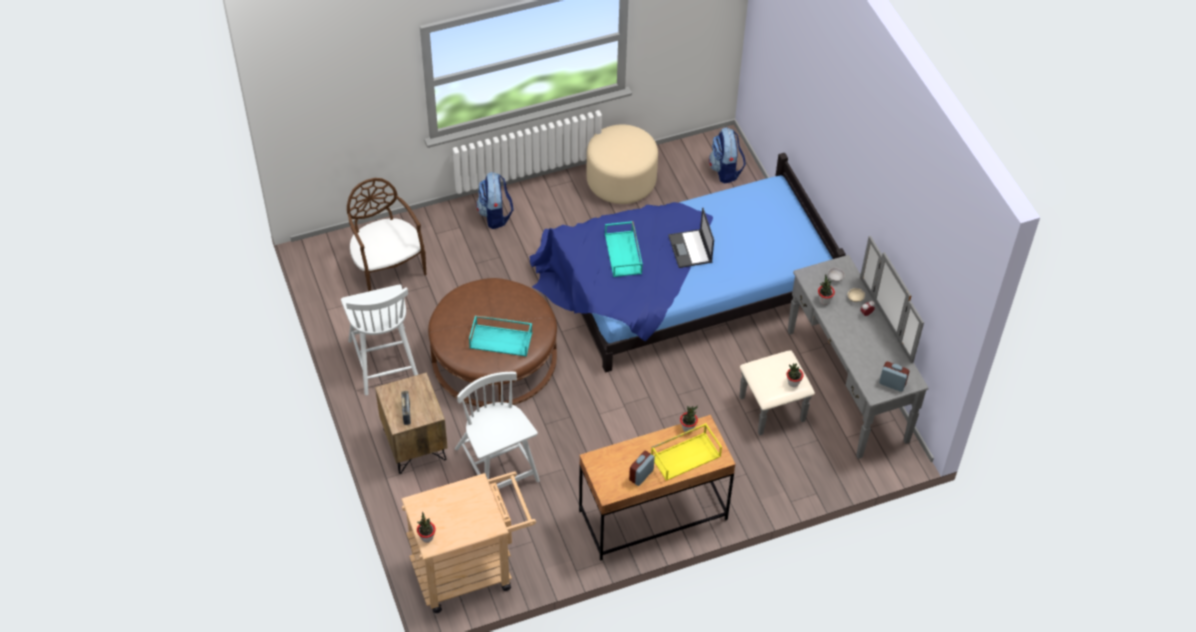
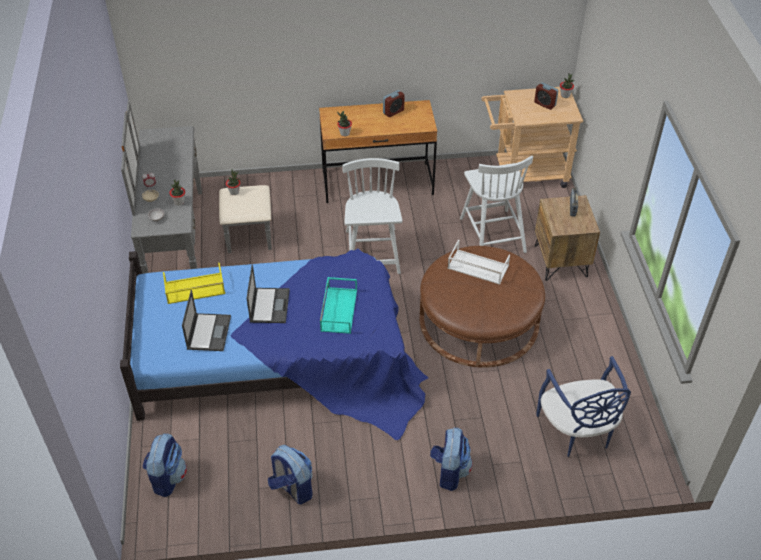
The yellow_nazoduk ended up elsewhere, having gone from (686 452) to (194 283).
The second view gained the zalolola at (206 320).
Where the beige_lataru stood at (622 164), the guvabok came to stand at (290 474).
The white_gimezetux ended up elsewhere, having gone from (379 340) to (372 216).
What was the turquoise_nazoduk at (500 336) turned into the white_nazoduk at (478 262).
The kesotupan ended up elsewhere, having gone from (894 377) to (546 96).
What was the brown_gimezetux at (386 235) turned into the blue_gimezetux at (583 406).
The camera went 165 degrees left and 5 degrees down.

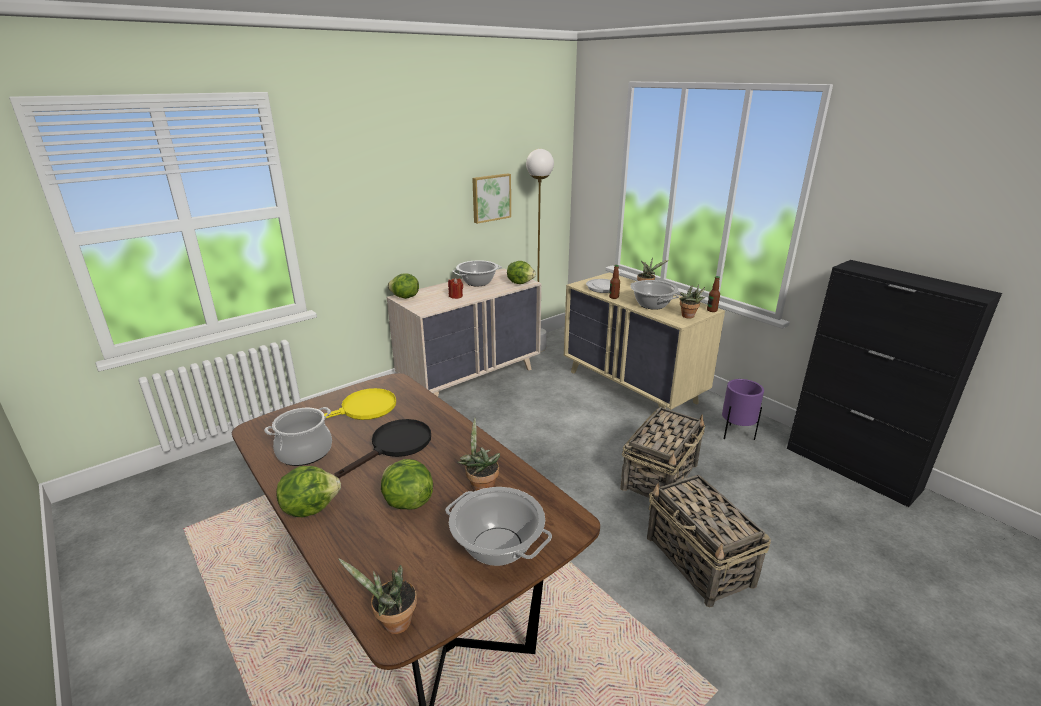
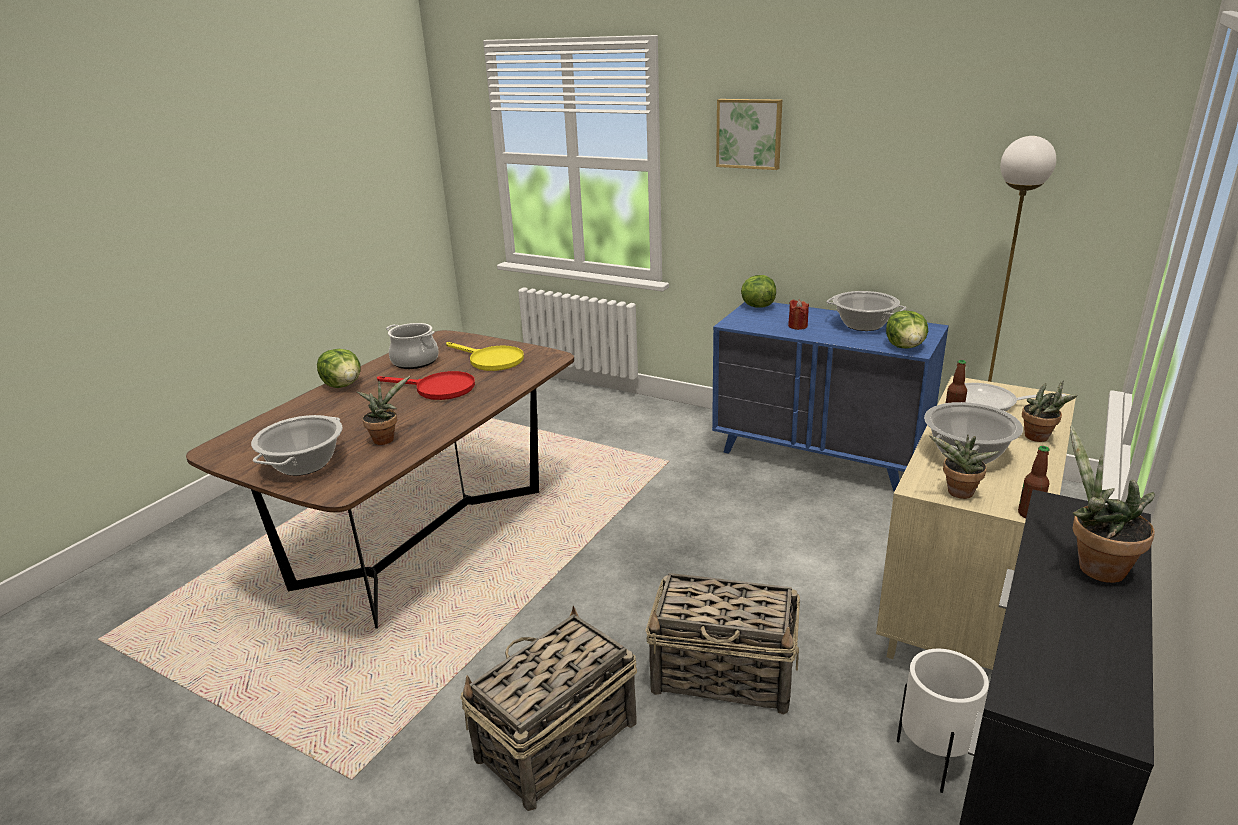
What was the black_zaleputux at (382 448) turned into the red_zaleputux at (426 385).
What was the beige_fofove at (464 332) turned into the blue_fofove at (830 396).
The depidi ended up elsewhere, having gone from (491 198) to (749 134).
What was the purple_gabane at (743 409) turned into the white_gabane at (943 721).
The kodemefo ended up elsewhere, having gone from (377 596) to (1112 504).
The second view lost the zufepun at (407 484).
The camera went 70 degrees right and 0 degrees up.

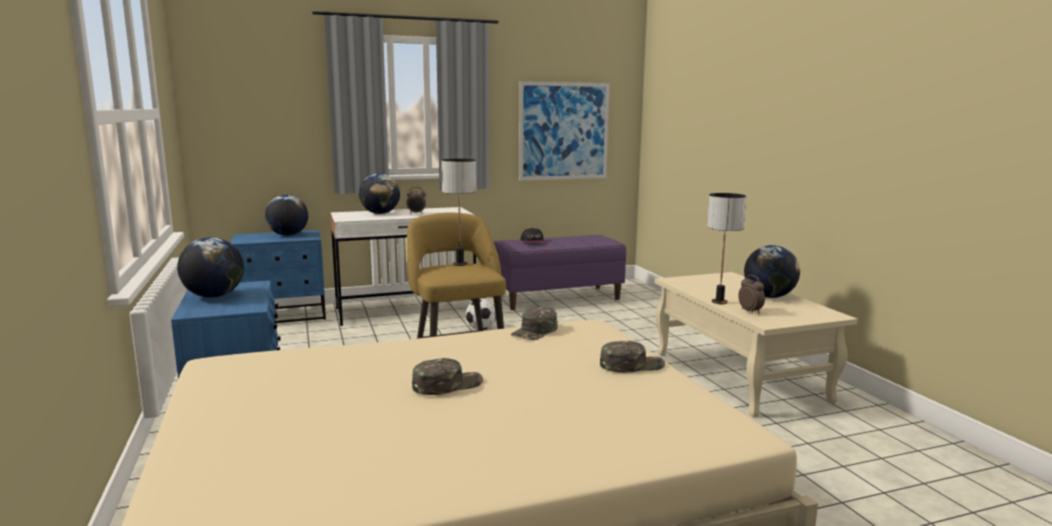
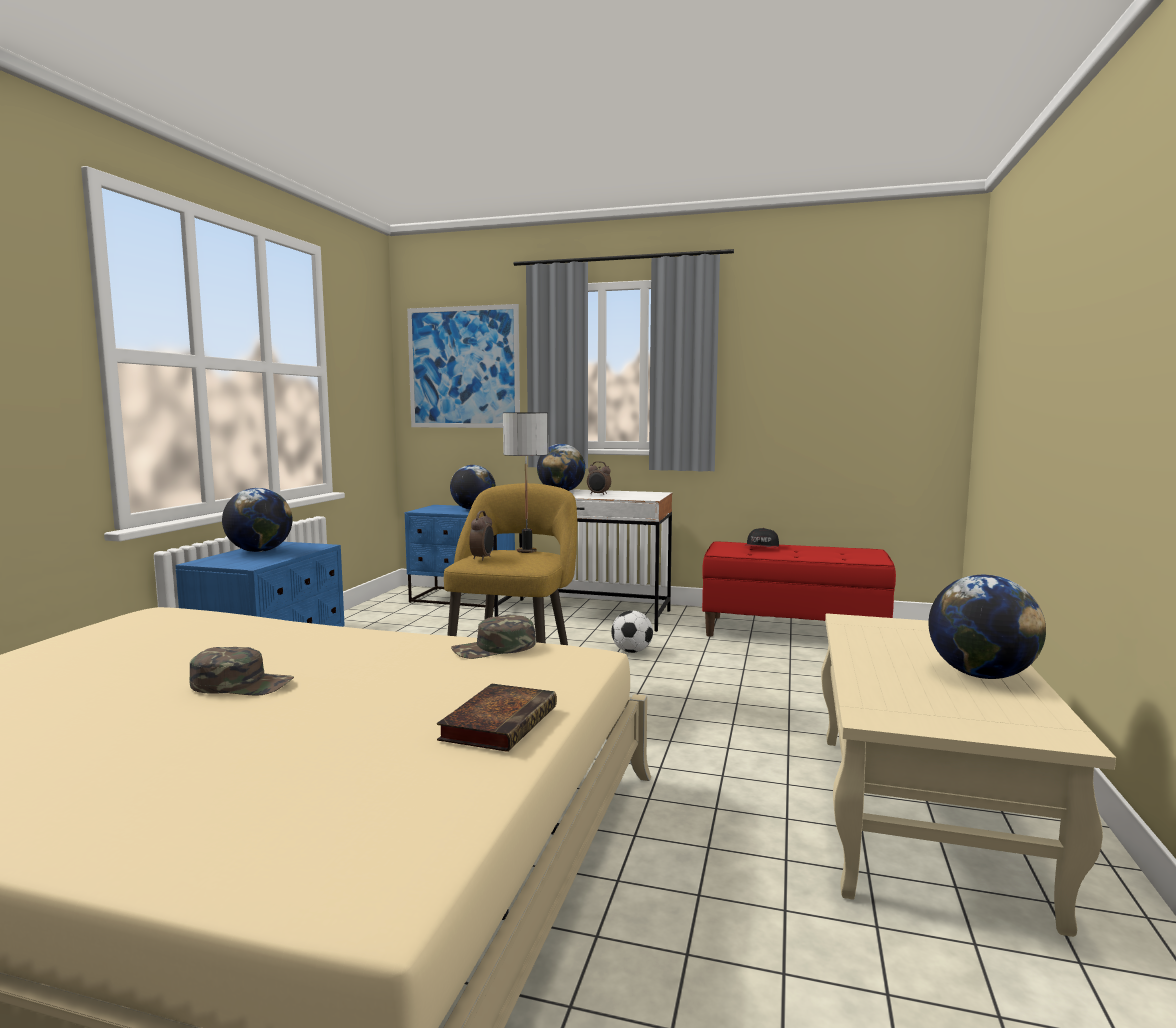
The depidi ended up elsewhere, having gone from (564 131) to (463 366).
Where the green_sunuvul stood at (632 357), the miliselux came to stand at (497 718).
The kesotupan ended up elsewhere, having gone from (751 294) to (481 536).
What was the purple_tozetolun at (560 272) turned into the red_tozetolun at (799 589).
The second view lost the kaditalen at (726 248).
The camera went 35 degrees right and 5 degrees down.

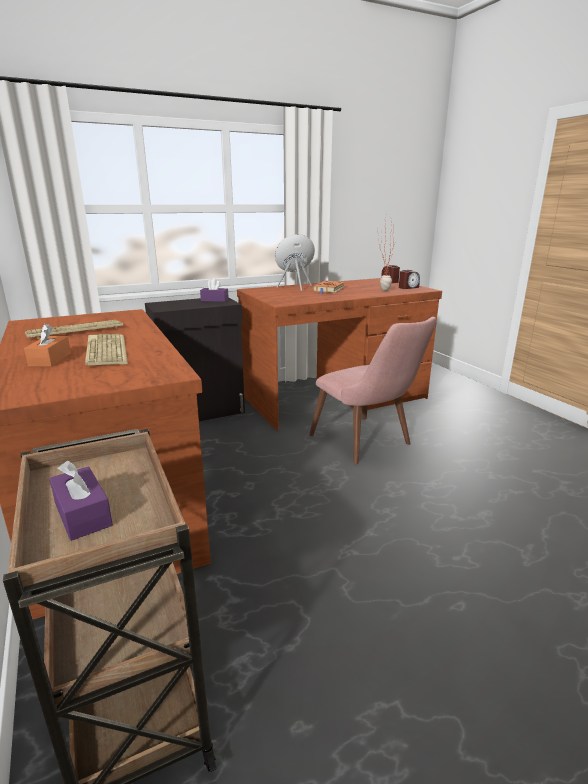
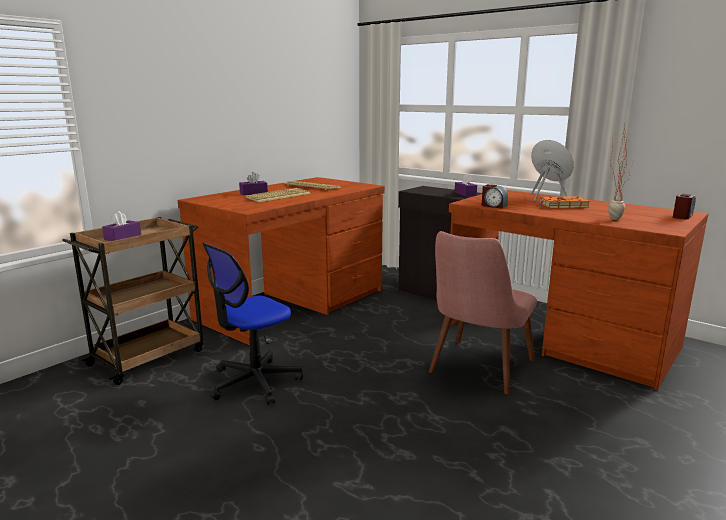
The second view gained the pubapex at (252 324).
What was the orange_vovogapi at (47 345) turned into the purple_vovogapi at (253 183).
The kesotupan ended up elsewhere, having gone from (409 279) to (495 196).
The camera went 65 degrees right and 5 degrees down.

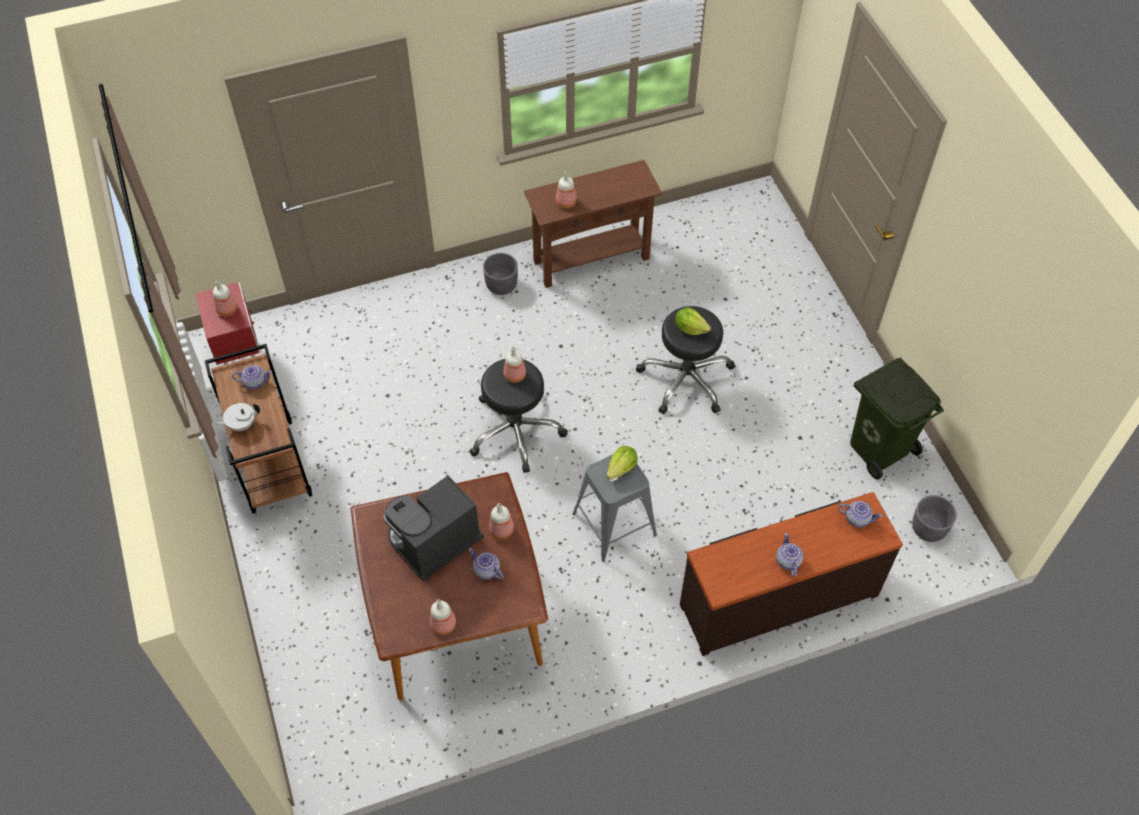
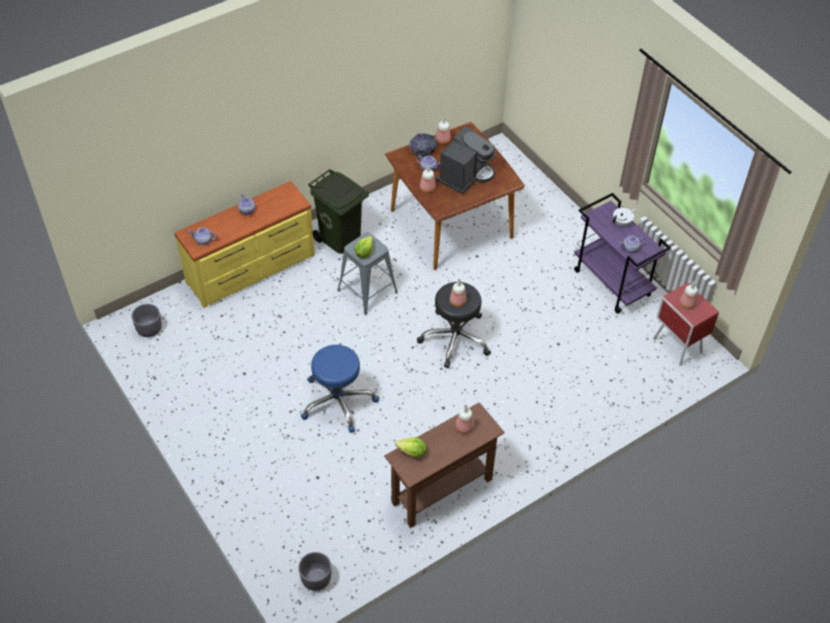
What was the brown_fofove at (791 574) turned into the yellow_fofove at (244 244).
The grey_gabane ended up elsewhere, having gone from (500 274) to (314 571).
What was the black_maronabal at (685 360) turned into the blue_maronabal at (340 389).
The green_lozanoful ended up elsewhere, having gone from (897 418) to (338 211).
The zufepun ended up elsewhere, having gone from (693 321) to (411 447).
The second view gained the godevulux at (423 145).
What was the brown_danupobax at (258 428) turned into the purple_danupobax at (622 253).
The camera went 165 degrees right and 5 degrees down.

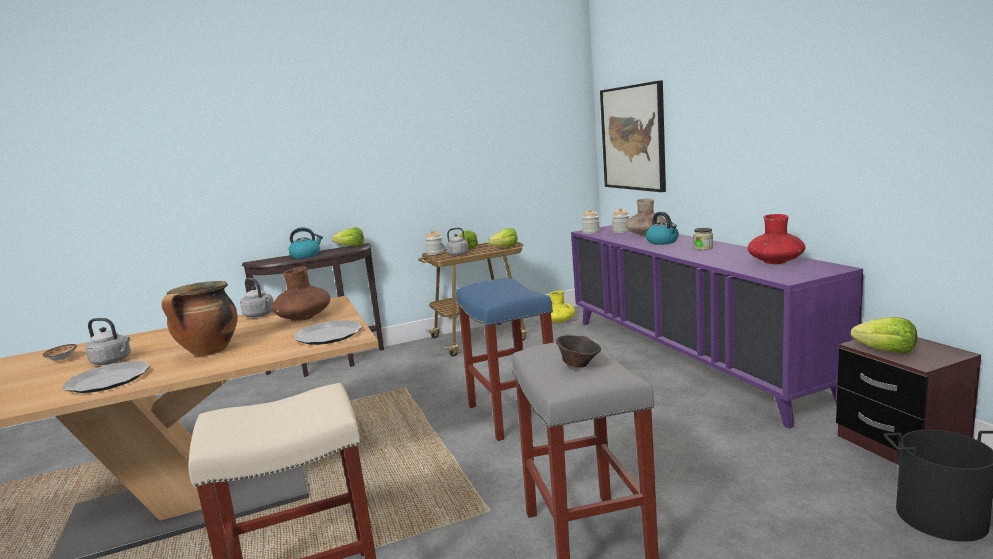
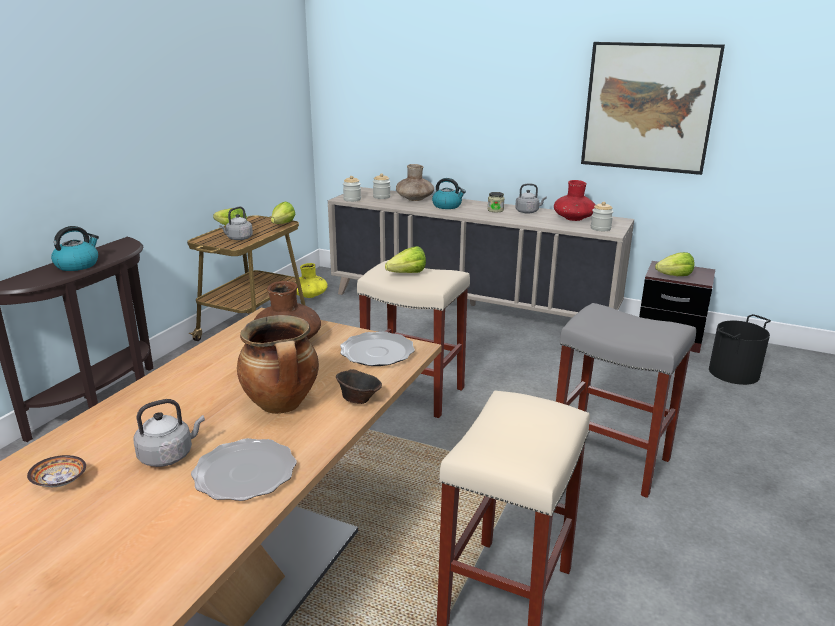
What was the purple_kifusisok at (717 327) turned into the beige_kifusisok at (481 252).
The brown_godevulux ended up elsewhere, having gone from (578 351) to (359 386).
What was the blue_maronabal at (505 360) turned into the beige_maronabal at (413 339).
The zufepun ended up elsewhere, having gone from (348 237) to (405 259).
The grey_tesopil ended up elsewhere, having gone from (257 297) to (531 199).
The depidi ended up elsewhere, having gone from (633 136) to (653 108).
The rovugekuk ended up elsewhere, having gone from (434 242) to (602 216).
The camera went 45 degrees left and 10 degrees up.

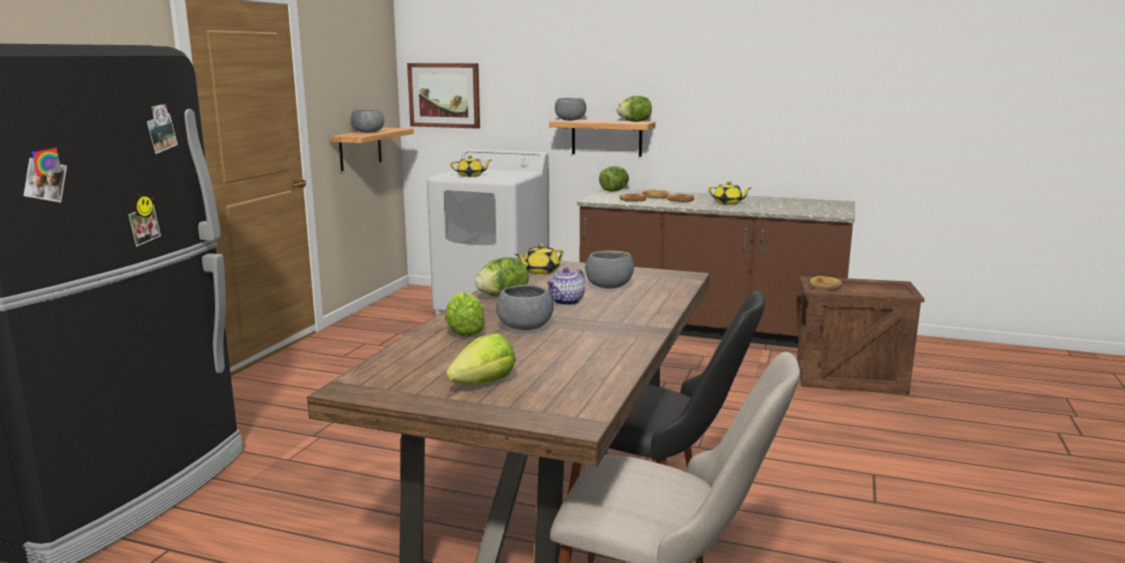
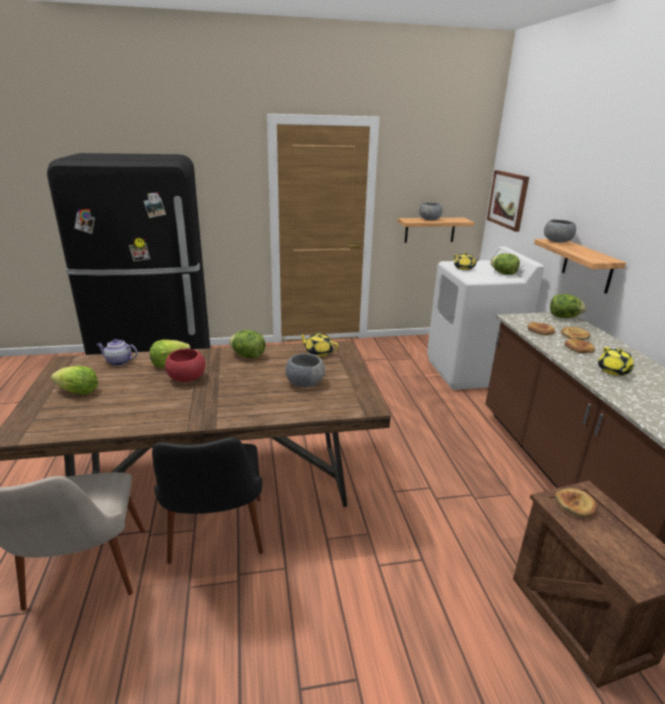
The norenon ended up elsewhere, having gone from (566 286) to (117 352).
What was the grey_godevulux at (524 307) turned into the red_godevulux at (185 365).
The zufepun ended up elsewhere, having gone from (634 109) to (505 264).
The camera went 60 degrees right and 10 degrees up.

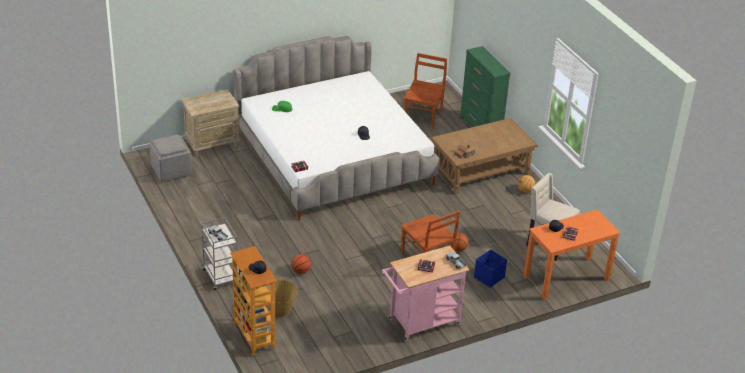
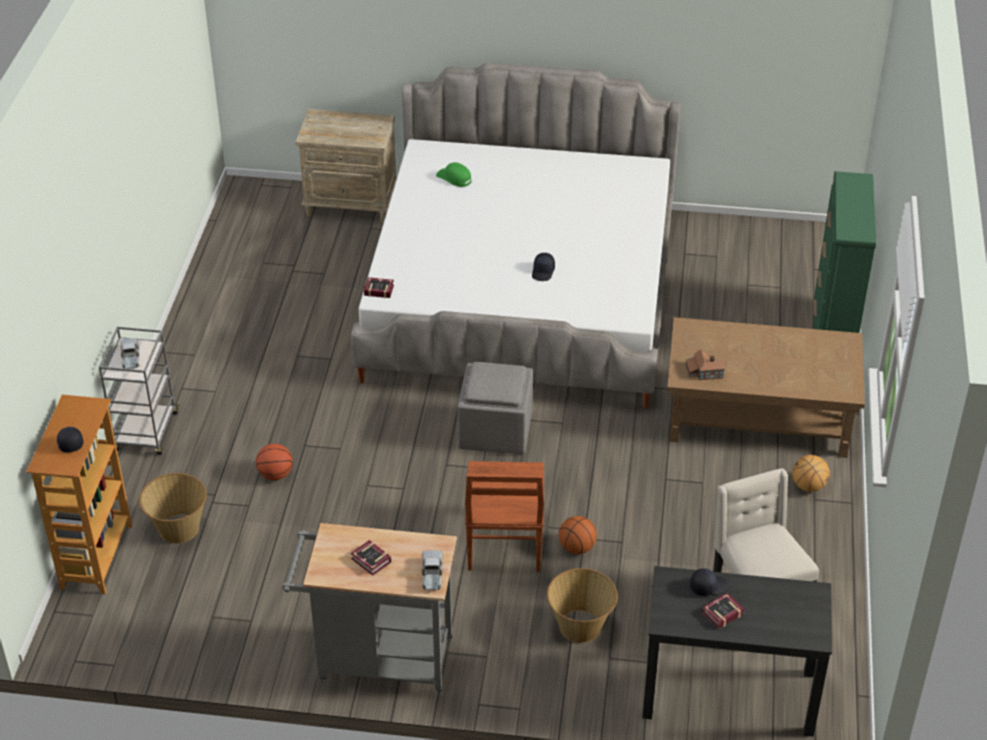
What was the pink_danupobax at (425 293) turned into the grey_danupobax at (369 608).
The grey_lataru ended up elsewhere, having gone from (170 158) to (495 408).
Where the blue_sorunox stood at (490 268), the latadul came to stand at (582 605).
What was the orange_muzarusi at (571 254) turned into the black_muzarusi at (737 651).
The second view lost the brown_gimezetux at (425 91).
The camera went 35 degrees right and 5 degrees up.

